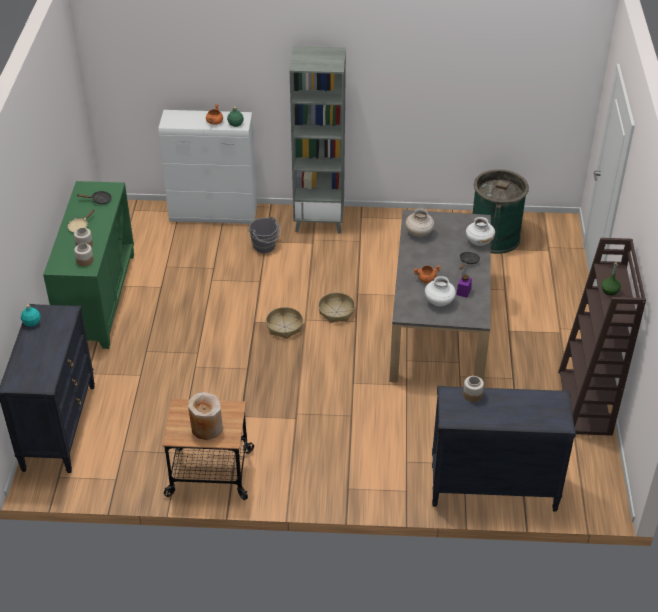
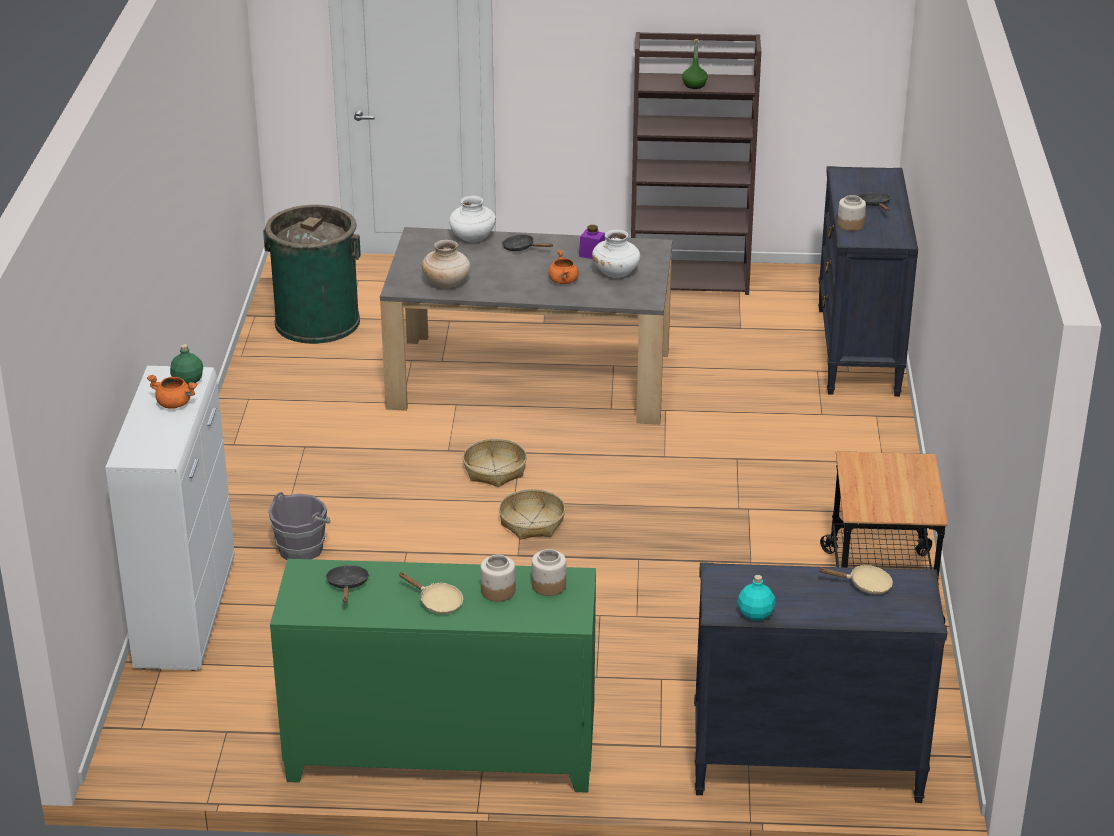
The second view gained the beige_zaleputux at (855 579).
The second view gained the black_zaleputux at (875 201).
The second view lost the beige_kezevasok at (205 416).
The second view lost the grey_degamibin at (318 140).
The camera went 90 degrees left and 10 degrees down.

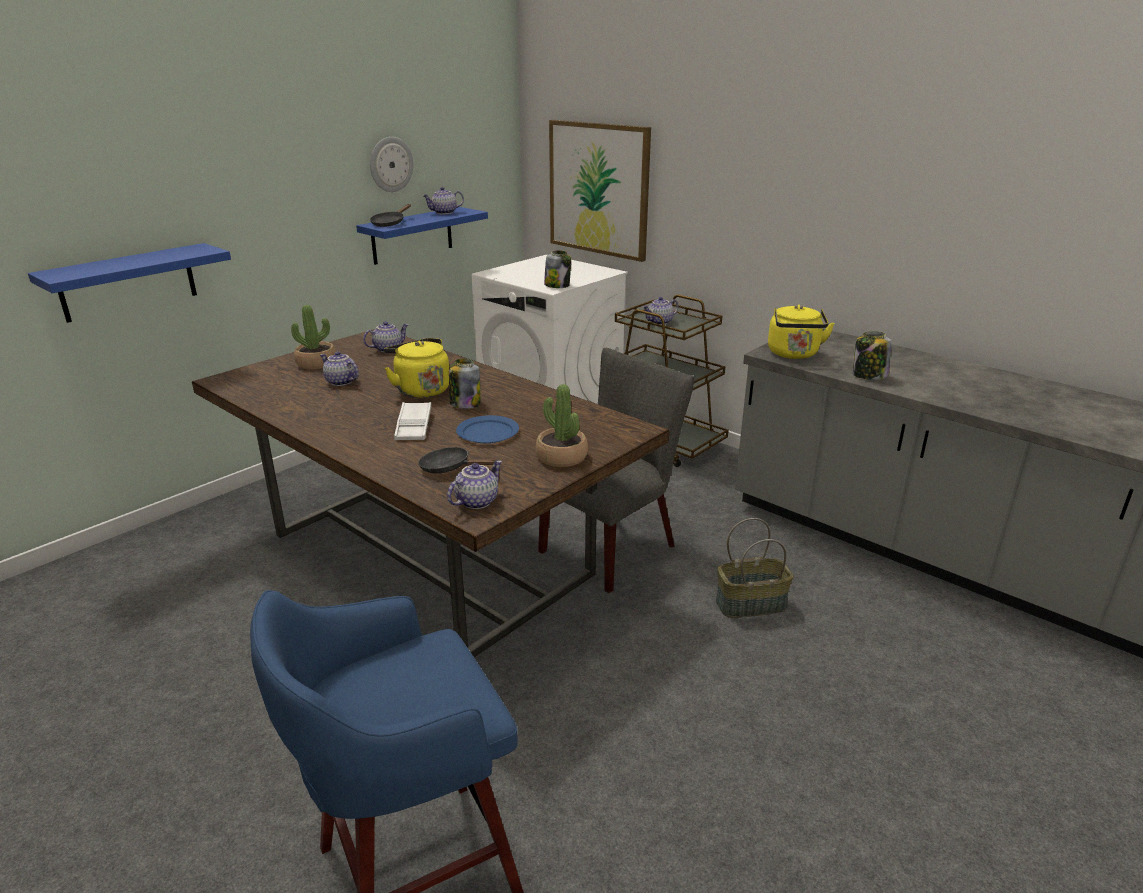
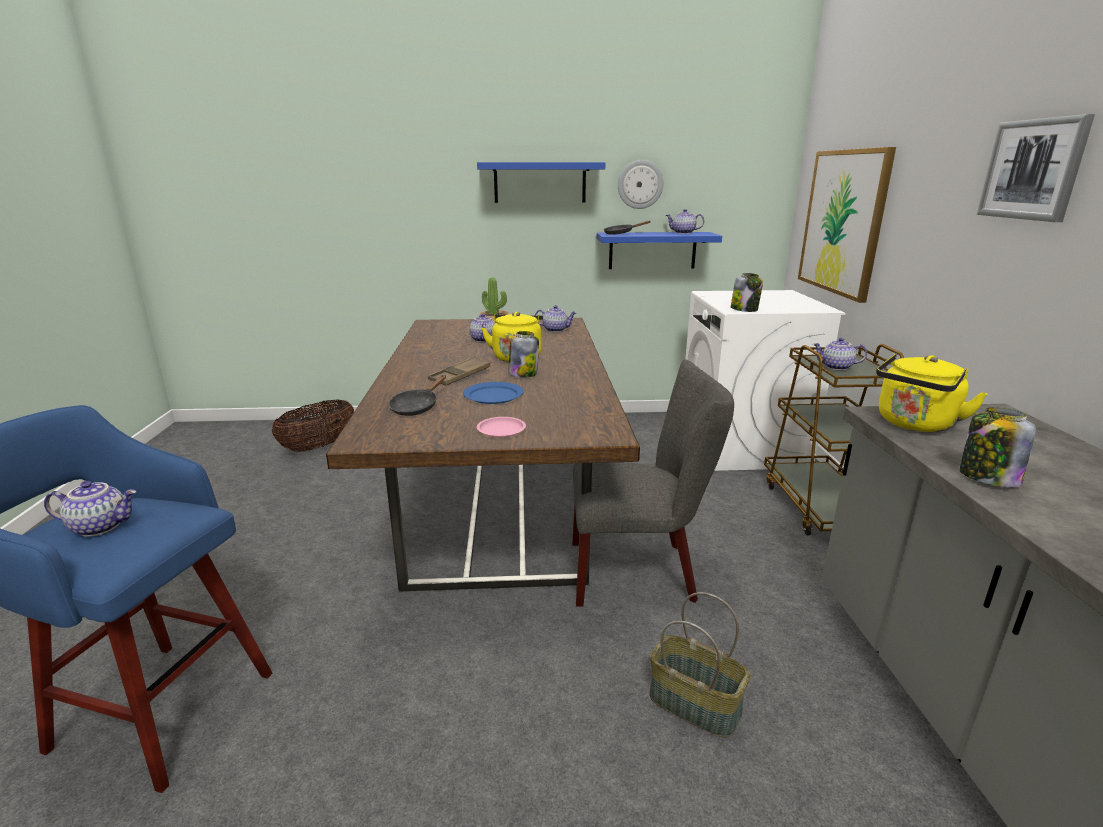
The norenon ended up elsewhere, having gone from (474 484) to (90 509).
The second view gained the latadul at (313 425).
The black_zaleputux at (457 460) ended up facing another way, 135 degrees counterclockwise from before.
What was the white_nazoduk at (412 421) turned into the brown_nazoduk at (459 371).
The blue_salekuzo ended up elsewhere, having gone from (129 283) to (541 182).
Where the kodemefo stood at (561 425), the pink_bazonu came to stand at (501 427).
The second view gained the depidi at (1036 168).
The camera went 45 degrees right and 5 degrees down.

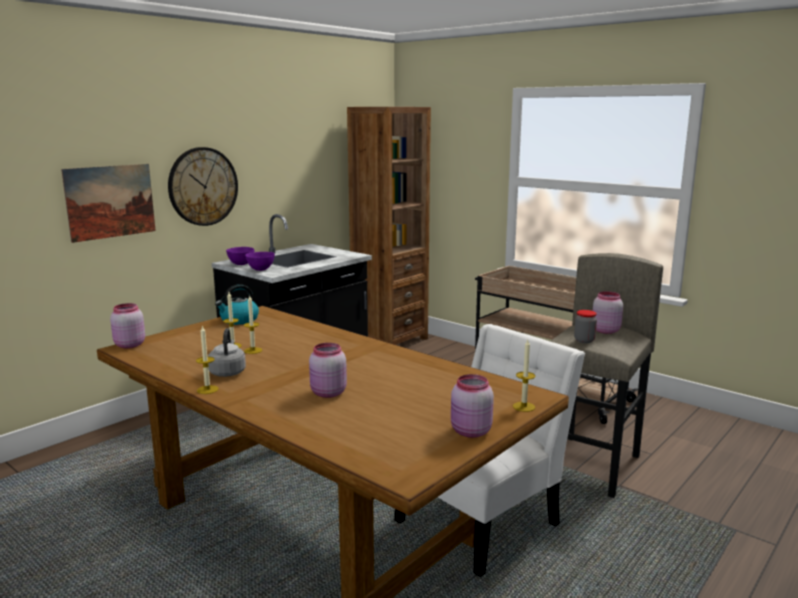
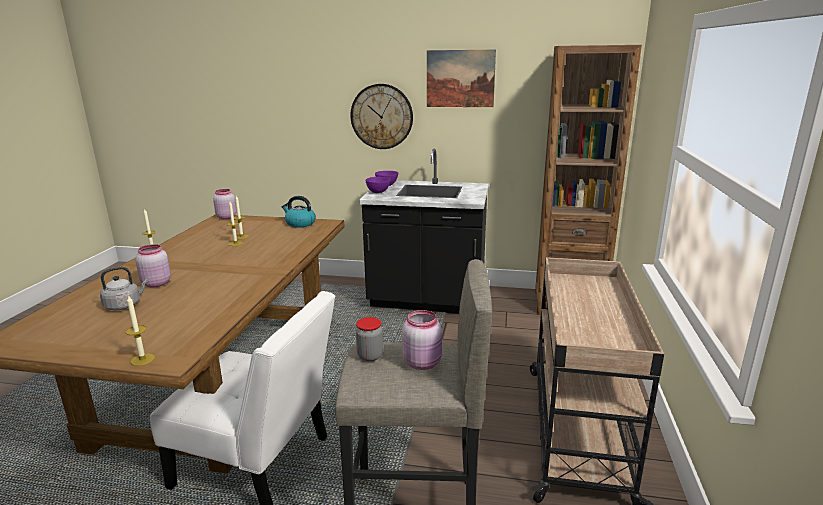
The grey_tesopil ended up elsewhere, having gone from (227 352) to (124 288).
The depidi ended up elsewhere, having gone from (108 203) to (461 78).
The second view lost the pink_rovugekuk at (472 406).
The camera went 60 degrees right and 5 degrees up.

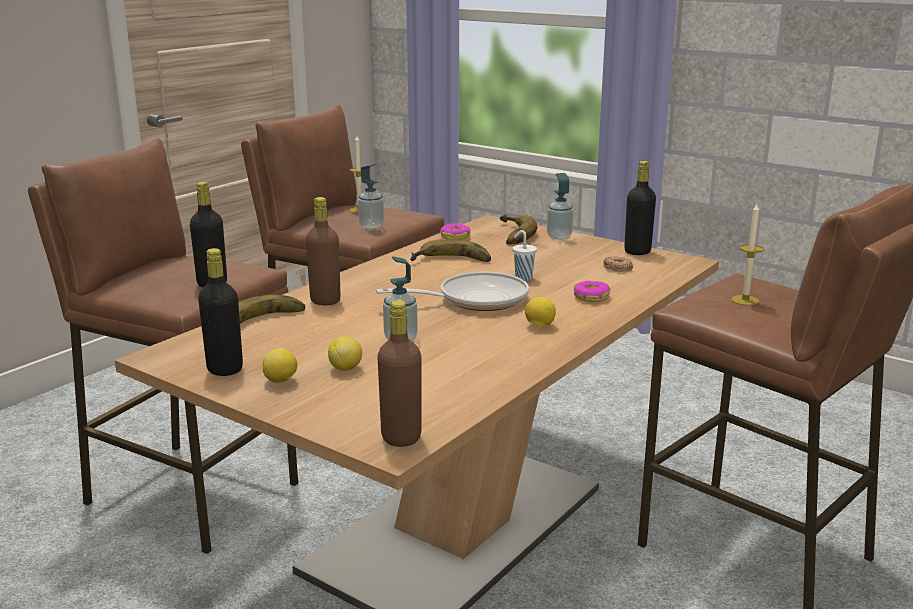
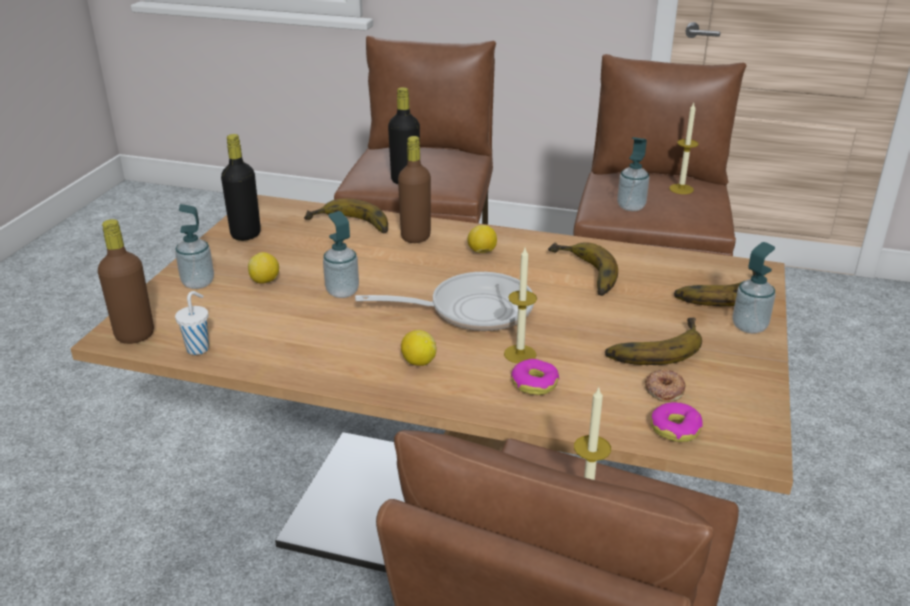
The second view gained the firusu at (194 246).
The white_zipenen ended up elsewhere, having gone from (524 255) to (192 323).
The zaleputux at (452 291) ended up facing another way, 60 degrees counterclockwise from before.
The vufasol ended up elsewhere, having gone from (280 365) to (482 239).
The second view gained the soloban at (520 305).
The second view gained the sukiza at (653 341).
The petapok ended up elsewhere, having gone from (455 231) to (677 422).
The second view lost the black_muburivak at (640 208).
The camera went 70 degrees right and 10 degrees up.

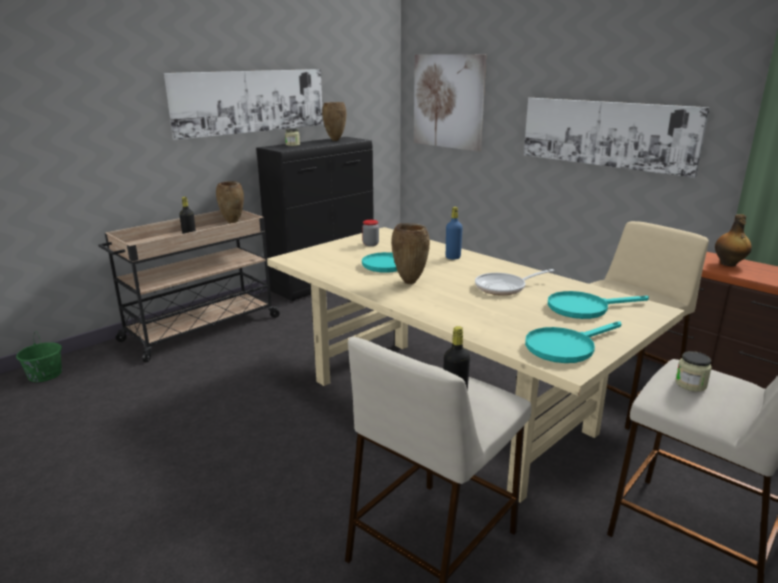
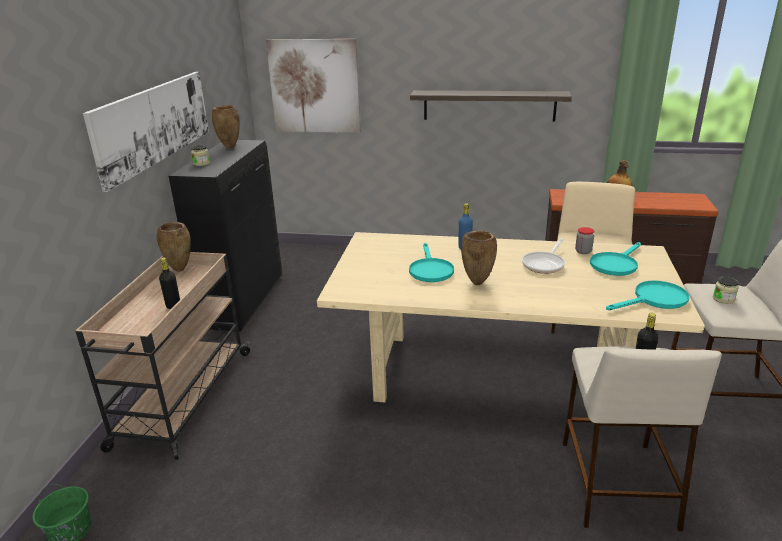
Where the depidi hung at (617 138), the salekuzo came to hang at (491 106).
The rovugekuk ended up elsewhere, having gone from (370 233) to (584 240).
The turquoise_zaleputux at (573 342) ended up facing another way, 135 degrees counterclockwise from before.
The camera went 35 degrees left and 5 degrees up.

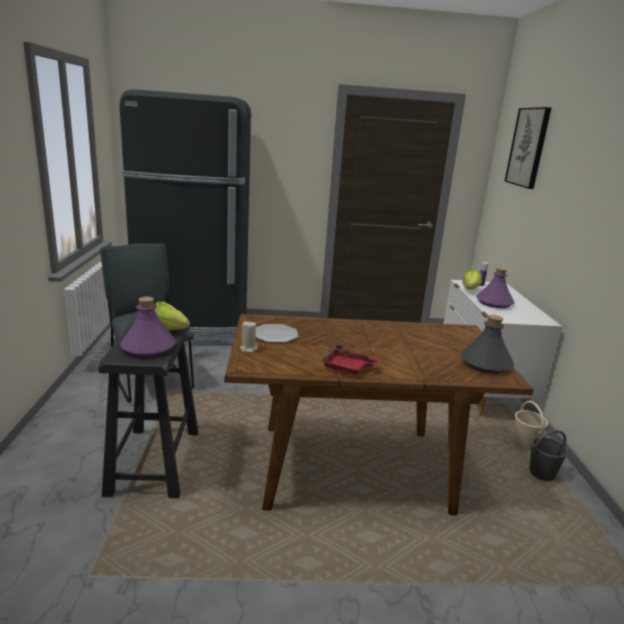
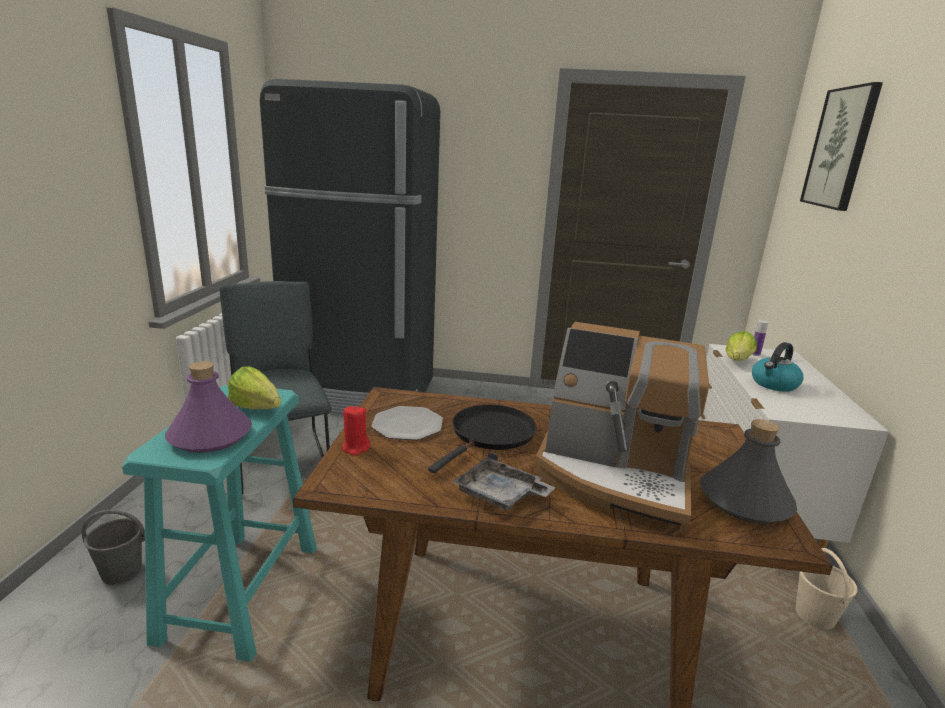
The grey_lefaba ended up elsewhere, having gone from (548 455) to (113 547).
What was the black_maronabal at (148 407) turned into the turquoise_maronabal at (219 523).
What was the beige_soloban at (249 337) turned into the red_soloban at (356 431).
The second view gained the black_zaleputux at (482 438).
What was the red_nazoduk at (351 360) turned into the grey_nazoduk at (504 481).
The second view gained the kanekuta at (622 428).
Where the purple_muburivak stood at (495 287), the tesopil came to stand at (777 367).
The camera went 10 degrees right and 0 degrees up.

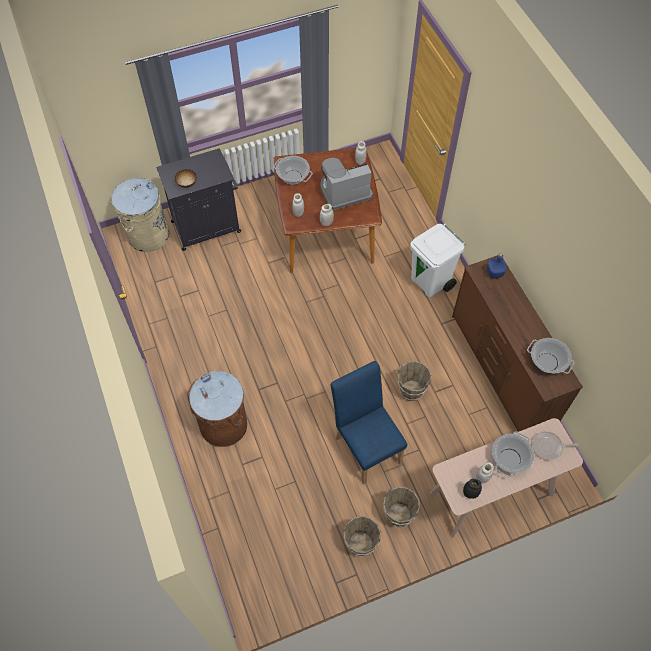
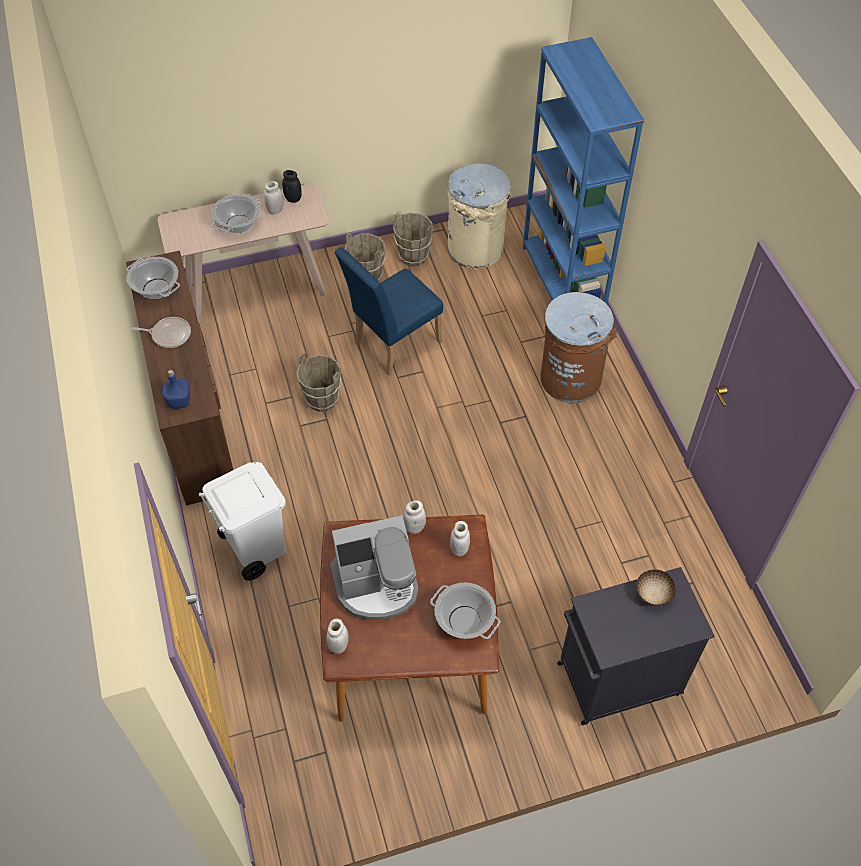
The zaleputux ended up elsewhere, having gone from (555 445) to (161 332).
The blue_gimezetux at (369 422) ended up facing another way, 75 degrees clockwise from before.
The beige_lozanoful ended up elsewhere, having gone from (140 215) to (479 216).
The second view gained the blue_degamibin at (583 170).
The camera went 175 degrees left and 5 degrees down.

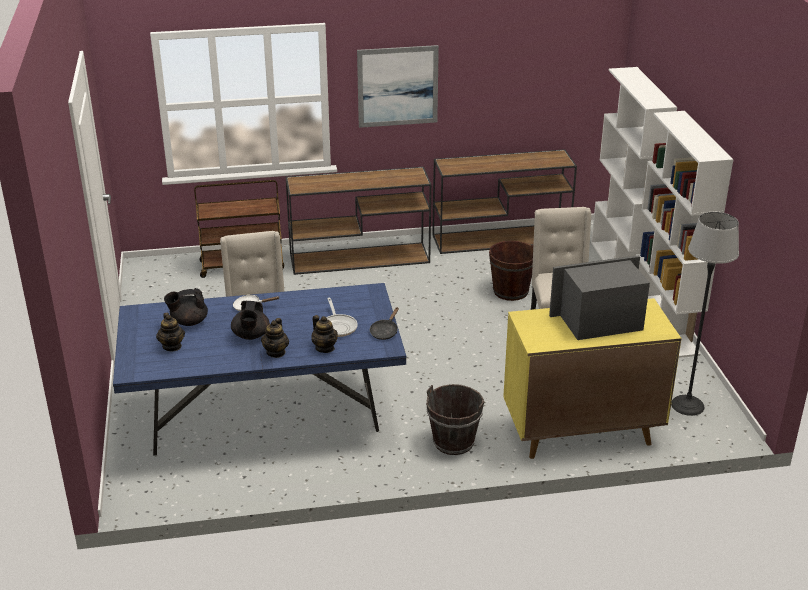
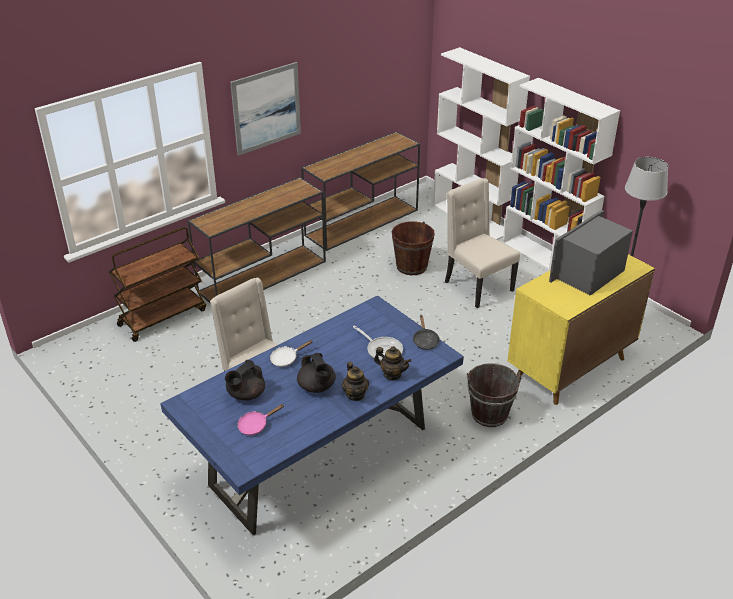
Where the norenon stood at (170 332), the pink_zaleputux came to stand at (260 419).
The camera went 30 degrees left and 5 degrees up.

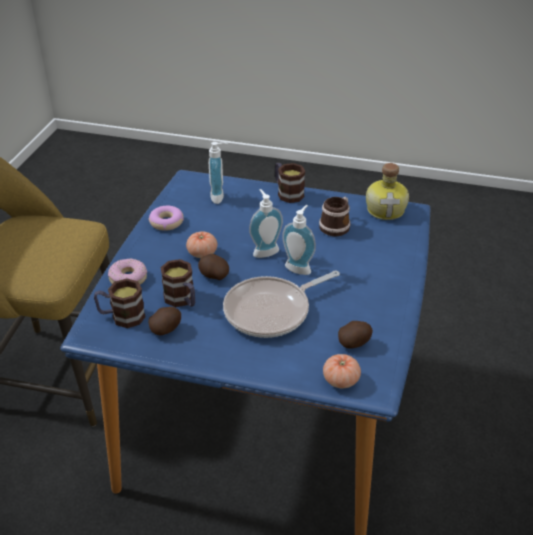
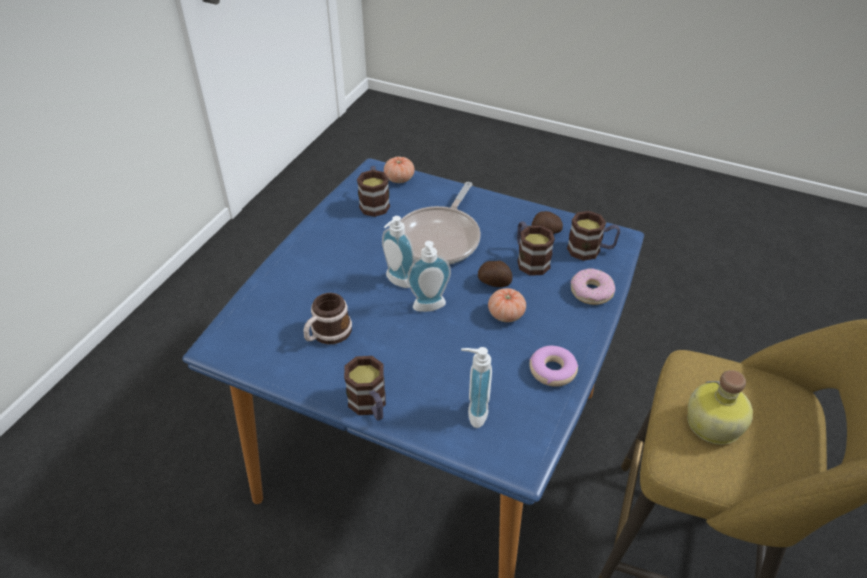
Where the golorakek stood at (355 335), the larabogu came to stand at (373 191).
The zaleputux at (281 304) ended up facing another way, 135 degrees clockwise from before.
The muburivak ended up elsewhere, having gone from (387 191) to (720 407).
The camera went 170 degrees left and 5 degrees up.

